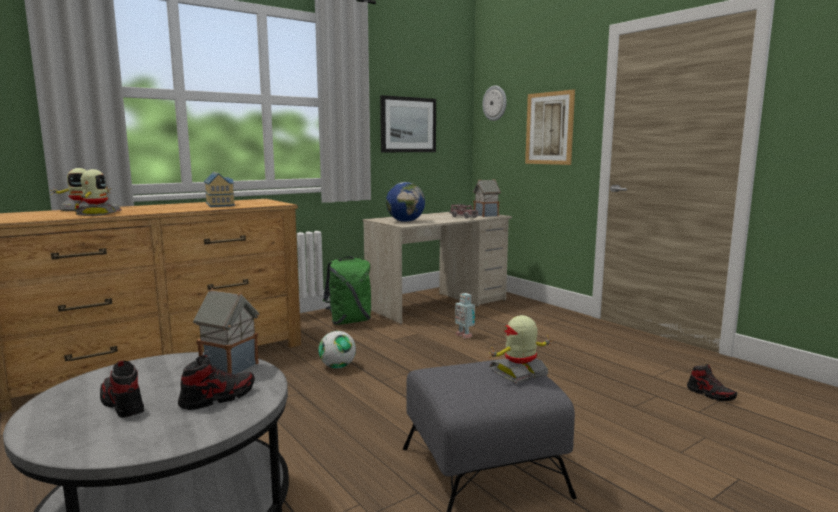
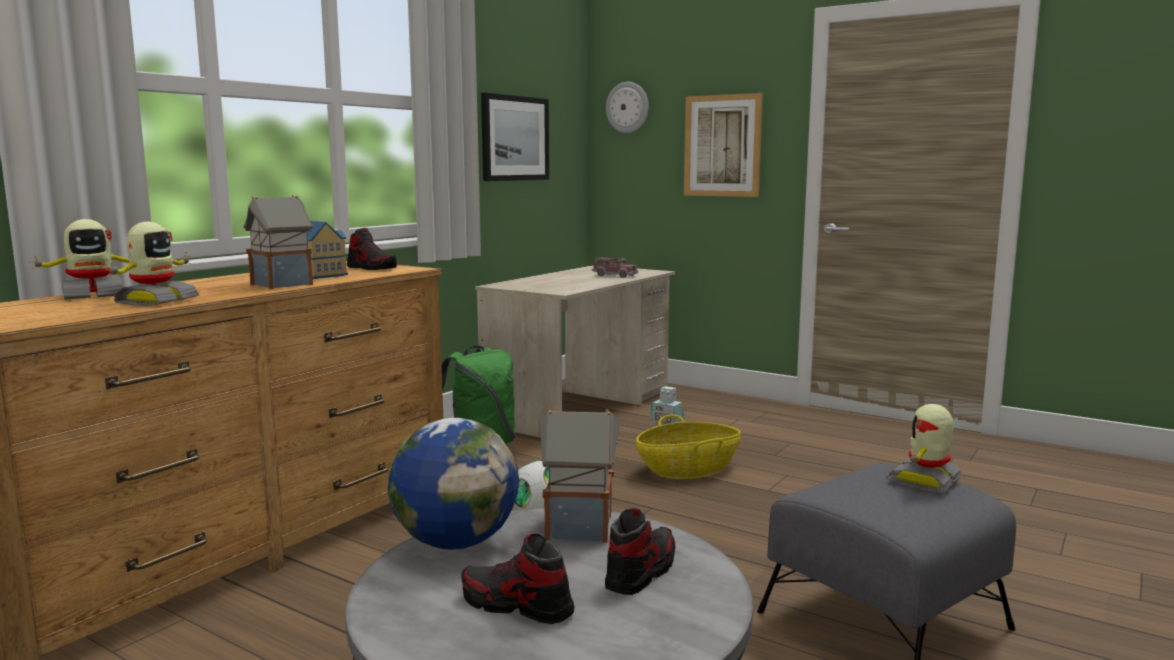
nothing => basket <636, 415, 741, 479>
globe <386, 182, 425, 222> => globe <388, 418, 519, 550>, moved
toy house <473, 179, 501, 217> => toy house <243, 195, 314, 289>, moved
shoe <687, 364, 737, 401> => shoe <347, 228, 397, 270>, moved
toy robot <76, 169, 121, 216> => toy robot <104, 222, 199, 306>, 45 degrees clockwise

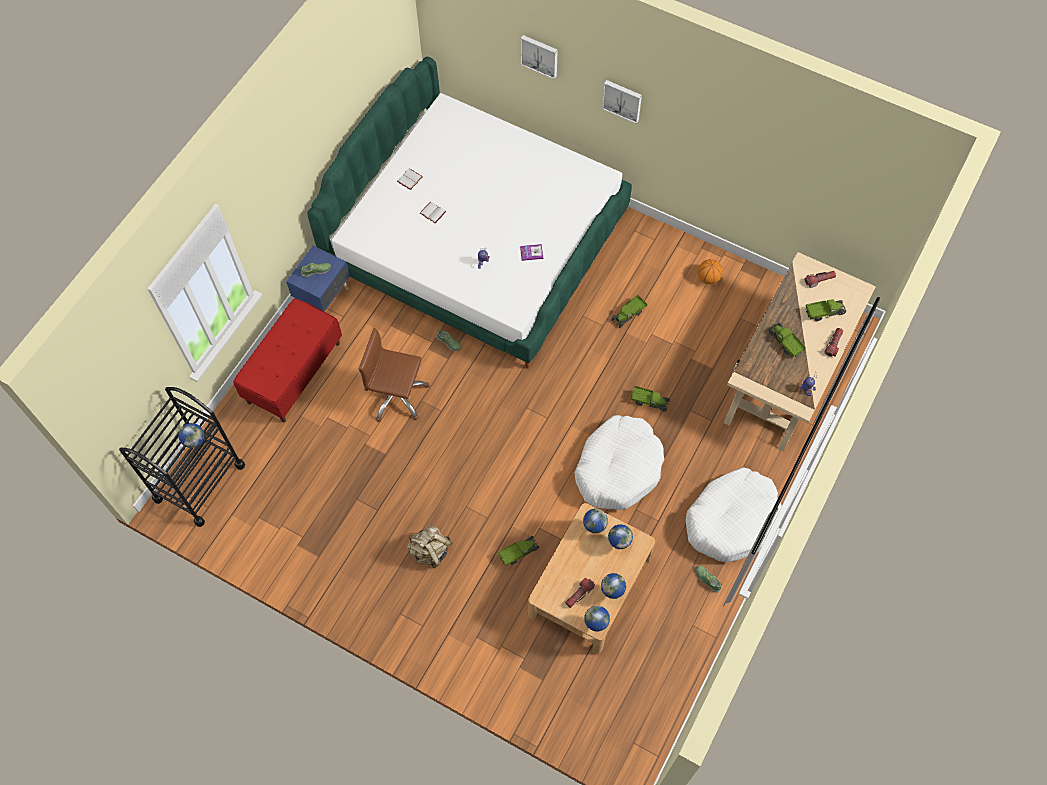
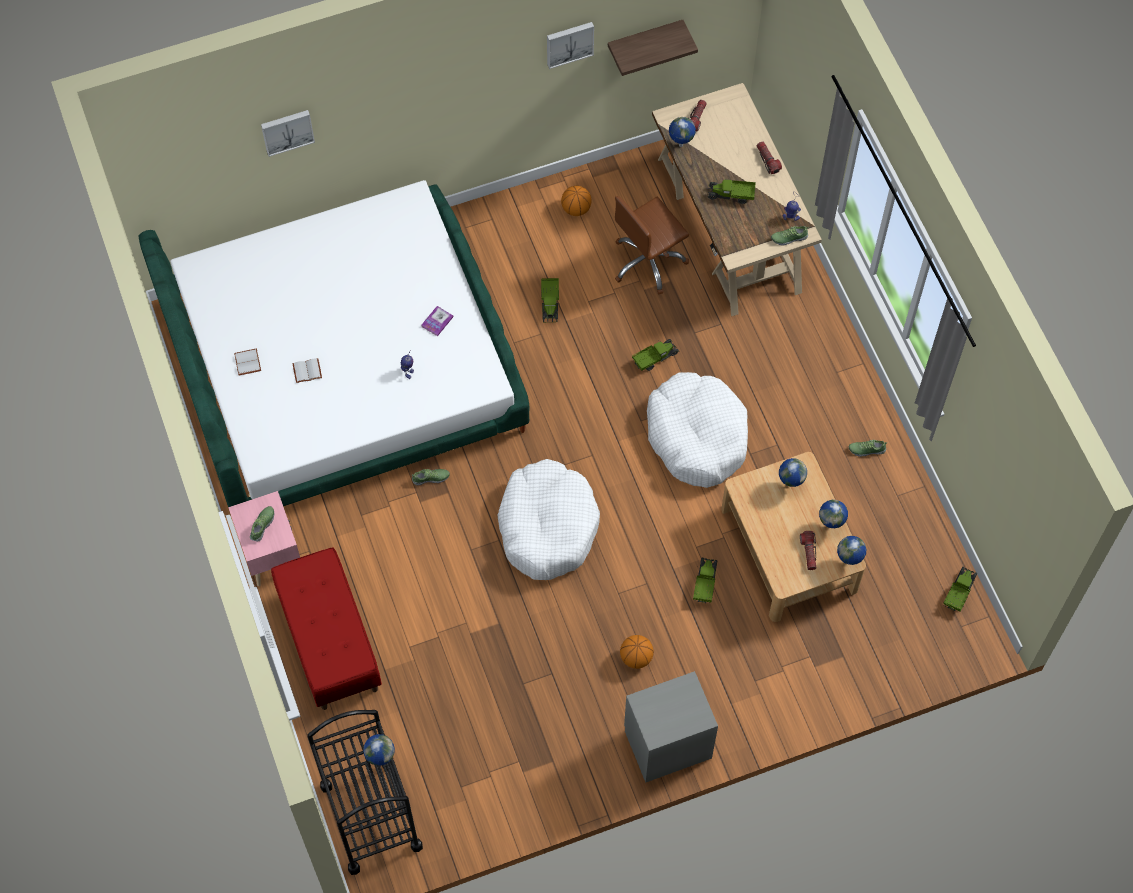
nothing => shelf <608, 20, 698, 76>
nothing => nightstand in grey <624, 671, 718, 783>
nothing => shoe <771, 226, 809, 246>
office chair in brown <359, 328, 430, 422> => office chair in brown <615, 196, 689, 295>, moved
globe <583, 509, 608, 533> => globe <669, 117, 696, 147>, moved
picture <602, 80, 642, 124> => picture <547, 22, 594, 69>, moved
dog bed in white <686, 467, 782, 562> => dog bed in white <497, 459, 600, 580>, moved
toy truck <805, 299, 847, 321> => toy truck <943, 567, 977, 612>, moved
backpack in beige <407, 525, 453, 568> => basketball <620, 635, 654, 669>
nightstand in blue <286, 246, 350, 312> => nightstand in pink <228, 491, 300, 586>

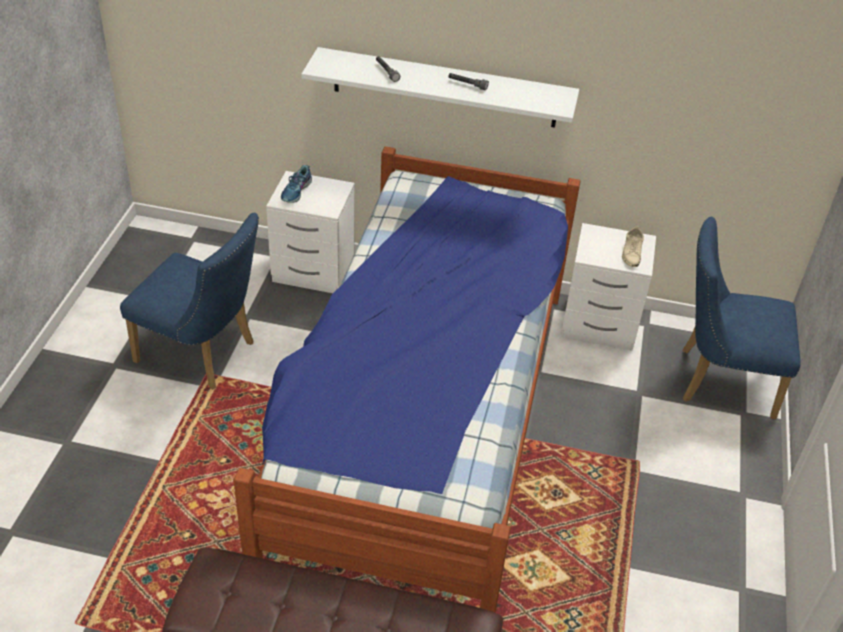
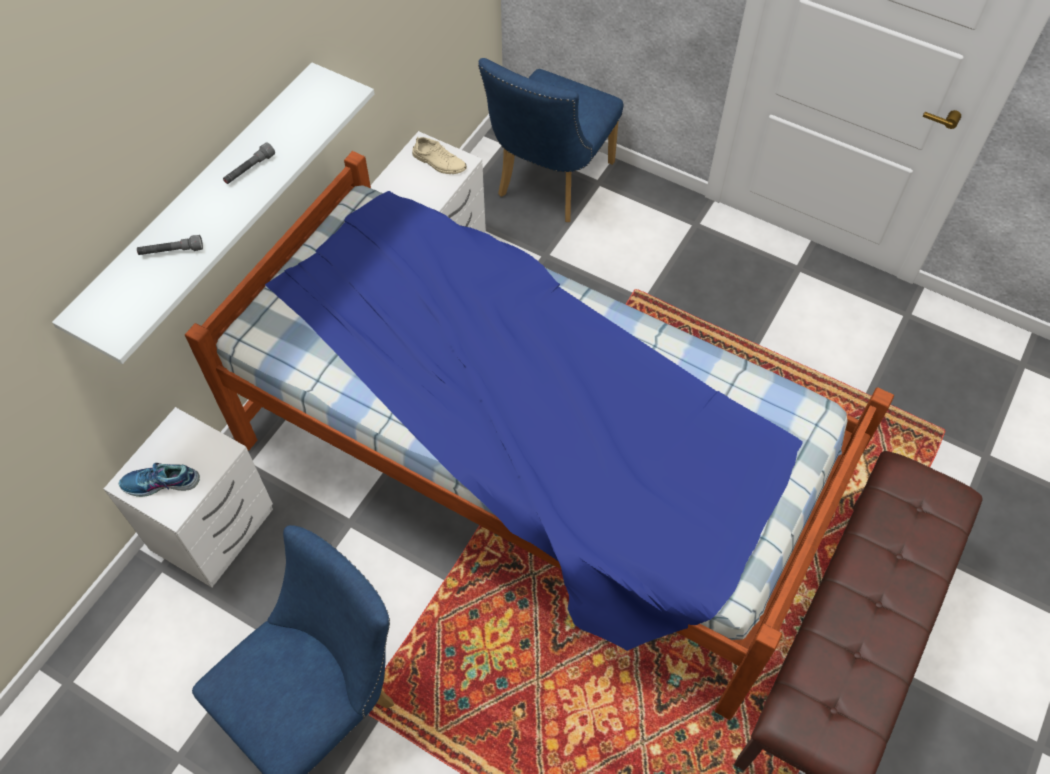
shoe <281, 165, 312, 203> => shoe <119, 463, 200, 497>, 135 degrees clockwise

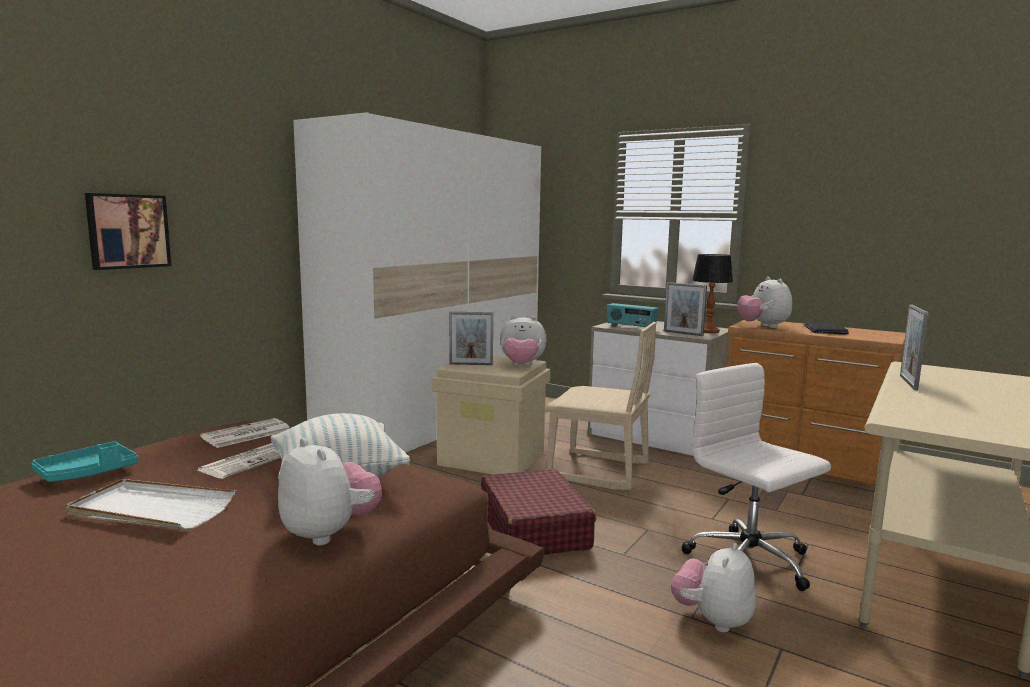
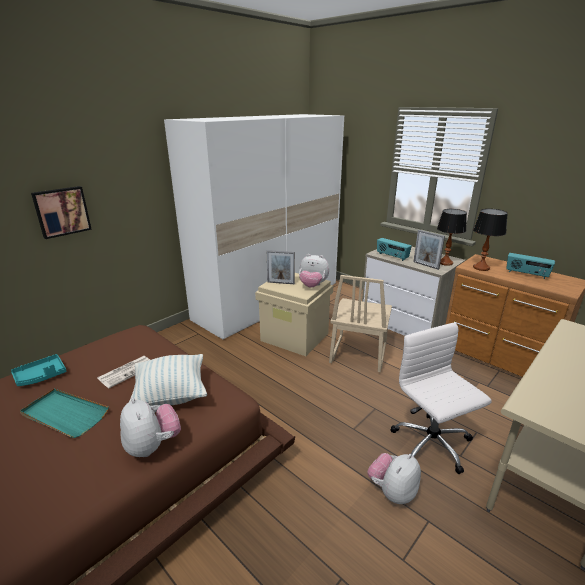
newspaper <200, 418, 290, 448> => nothing
suitcase in red <481, 469, 596, 555> => nothing
picture frame <900, 304, 929, 390> => nothing
plush toy <737, 277, 792, 328> => table lamp <473, 209, 508, 271>
laptop <804, 322, 849, 334> => radio <506, 253, 555, 279>
tray in white <66, 479, 236, 529> => tray in turquoise <20, 389, 109, 438>
chair in beige <544, 322, 656, 490> => chair in beige <329, 275, 392, 372>, 75 degrees clockwise

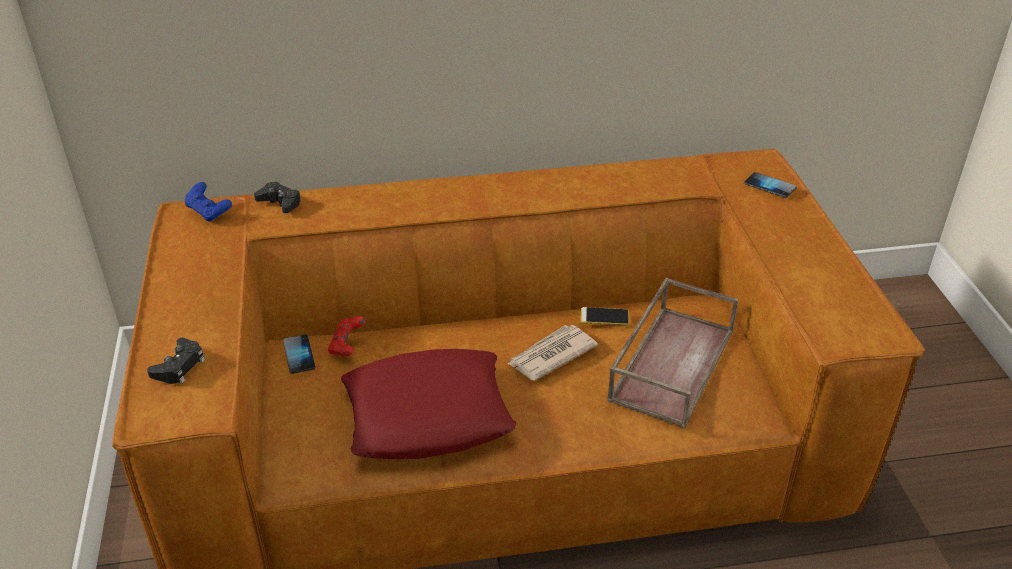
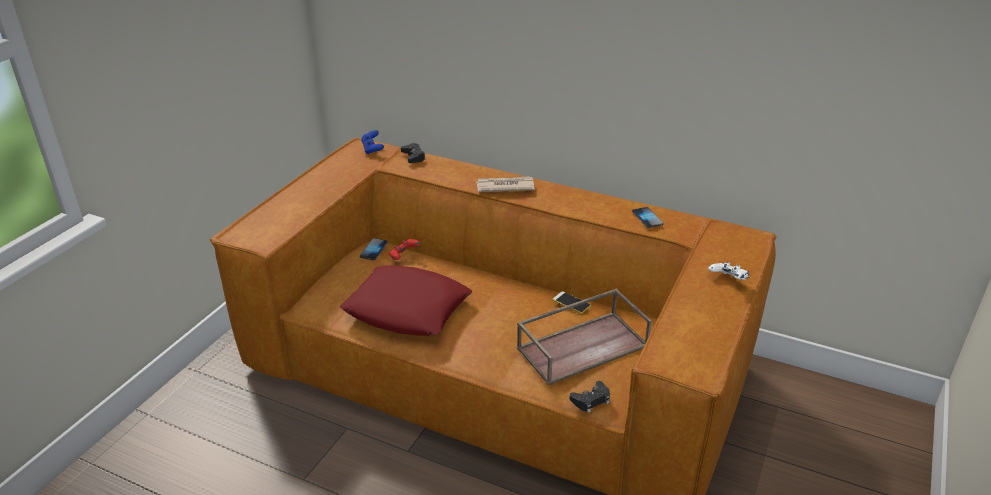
nothing => game controller in white <708, 262, 749, 280>
game controller in black <147, 338, 205, 384> => game controller in black <569, 381, 610, 413>, moved
newspaper <508, 325, 598, 381> => newspaper <476, 176, 535, 192>, moved
phone <744, 172, 797, 198> => phone <632, 207, 663, 228>, moved

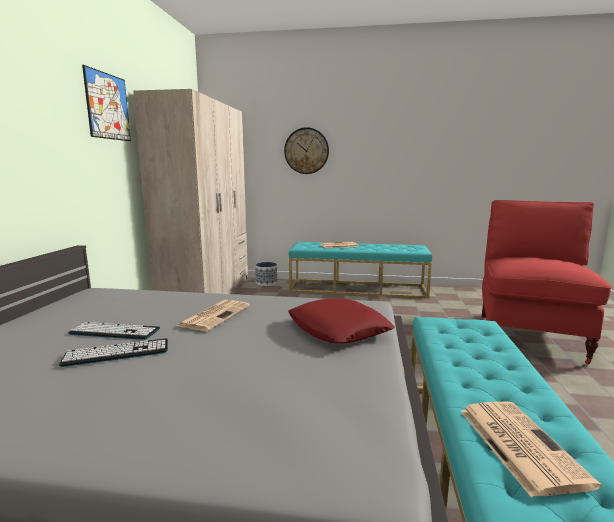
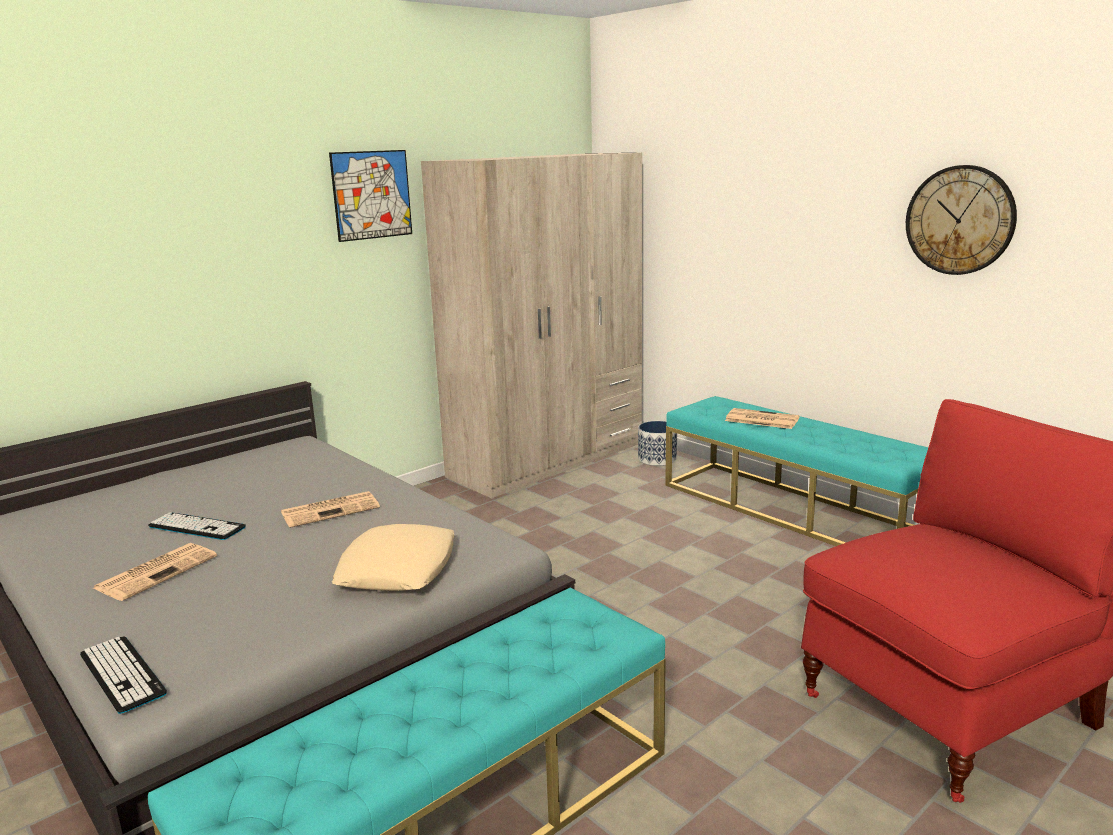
keyboard <68, 322, 160, 340> => keyboard <80, 636, 167, 714>, moved
wall clock <284, 127, 329, 174> => wall clock <906, 165, 1017, 275>, moved
newspaper <460, 401, 601, 497> => newspaper <94, 543, 217, 601>, moved
pillow in red <288, 298, 395, 343> => pillow in beige <332, 524, 455, 591>

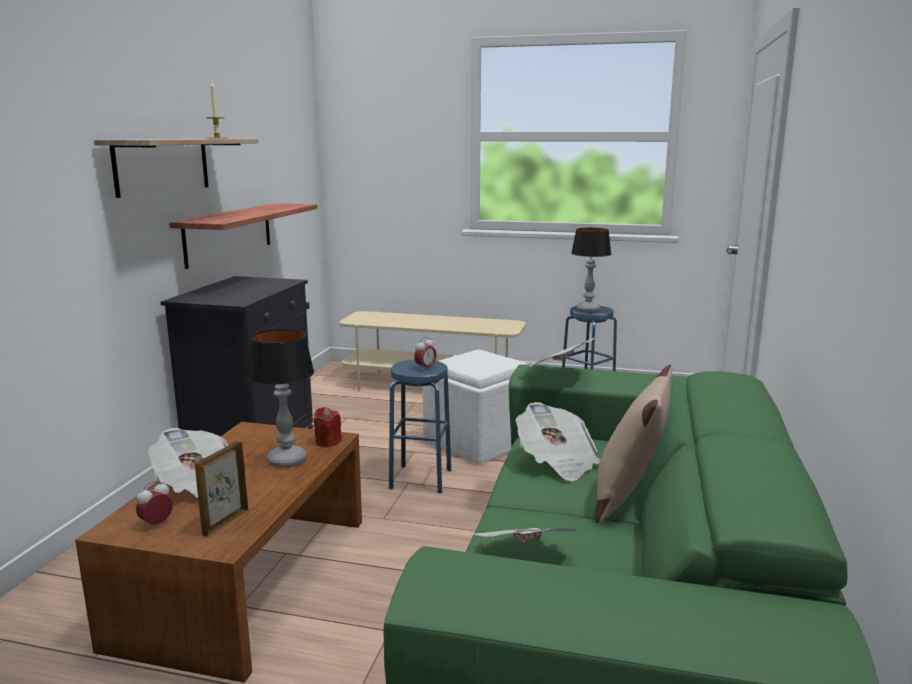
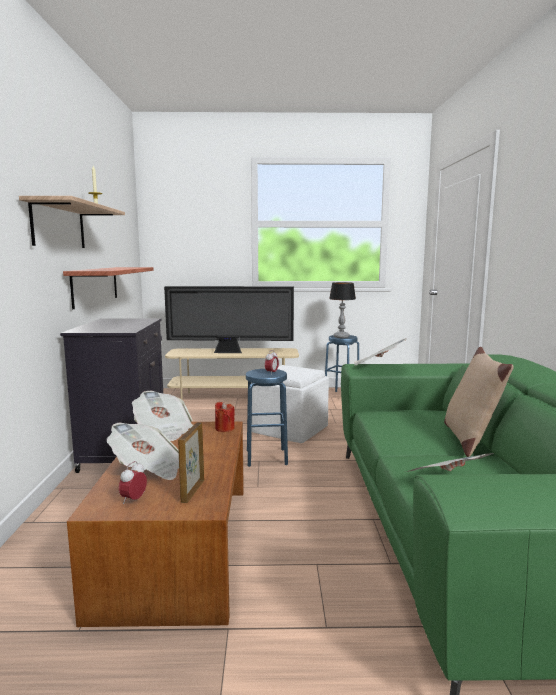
table lamp <247, 329, 314, 468> => nothing
nothing => television <164, 286, 294, 353>
newspaper <516, 402, 600, 482> => newspaper <132, 391, 193, 441>, moved

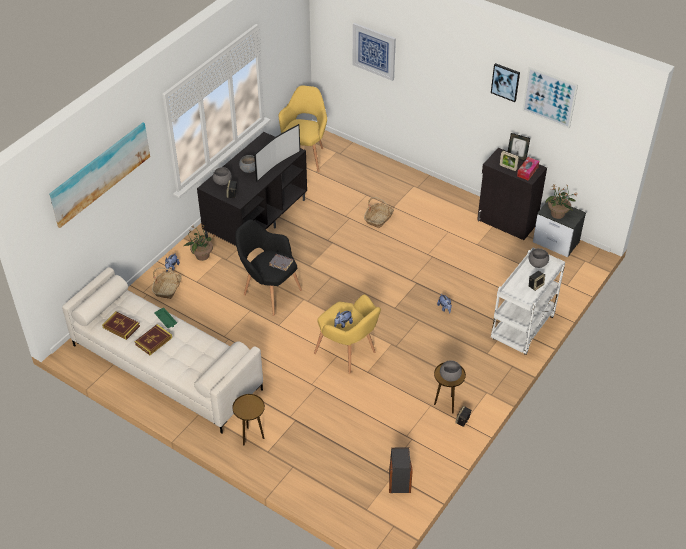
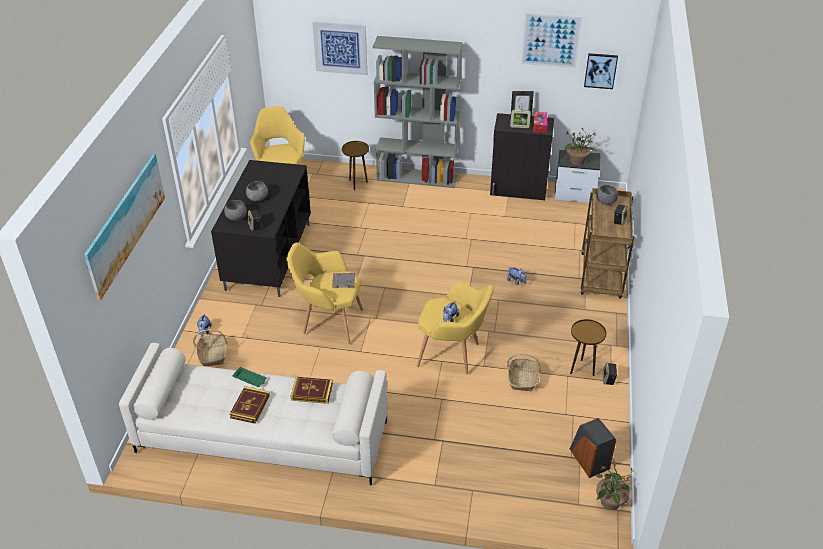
television <254, 124, 300, 182> => nothing
bowl in grey <440, 360, 462, 381> => nothing
nothing => bookcase in grey <373, 36, 463, 188>
book <102, 311, 140, 340> => book <291, 377, 333, 404>, moved
potted plant <184, 226, 215, 261> => potted plant <595, 460, 632, 510>, moved
side table in brown <232, 394, 265, 445> => side table in brown <342, 141, 369, 190>, moved
basket <364, 197, 394, 228> => basket <507, 353, 540, 391>, moved
picture <491, 63, 520, 102> => picture <584, 53, 618, 89>, moved
armchair in black <235, 220, 302, 316> => armchair in yellow <287, 243, 363, 344>
cart in white <491, 248, 565, 355> => cart in brown <581, 188, 635, 299>

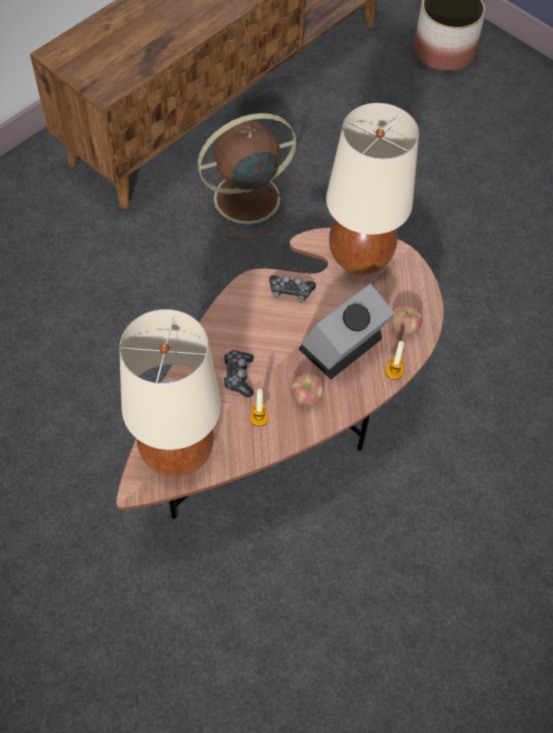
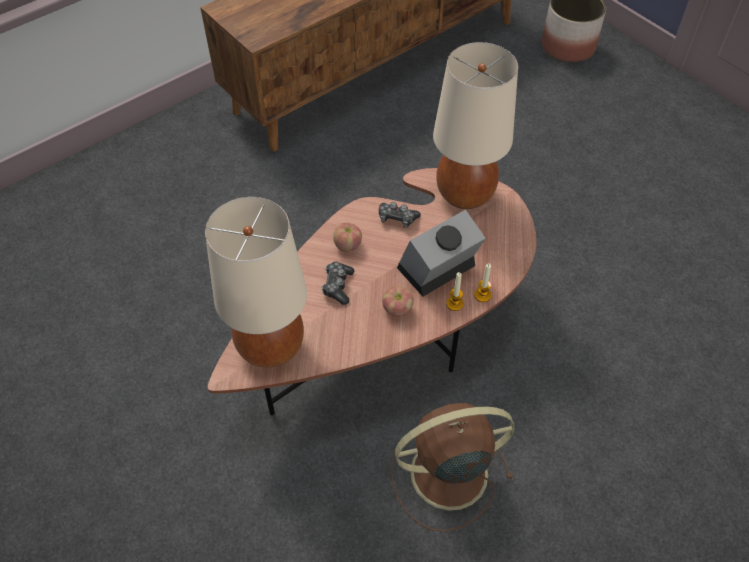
fan in brown <197, 113, 301, 239> => fan in brown <391, 403, 515, 532>, moved
candle <250, 389, 269, 426> => candle <446, 272, 464, 311>, moved
apple <391, 303, 423, 336> => apple <333, 222, 362, 252>, moved

